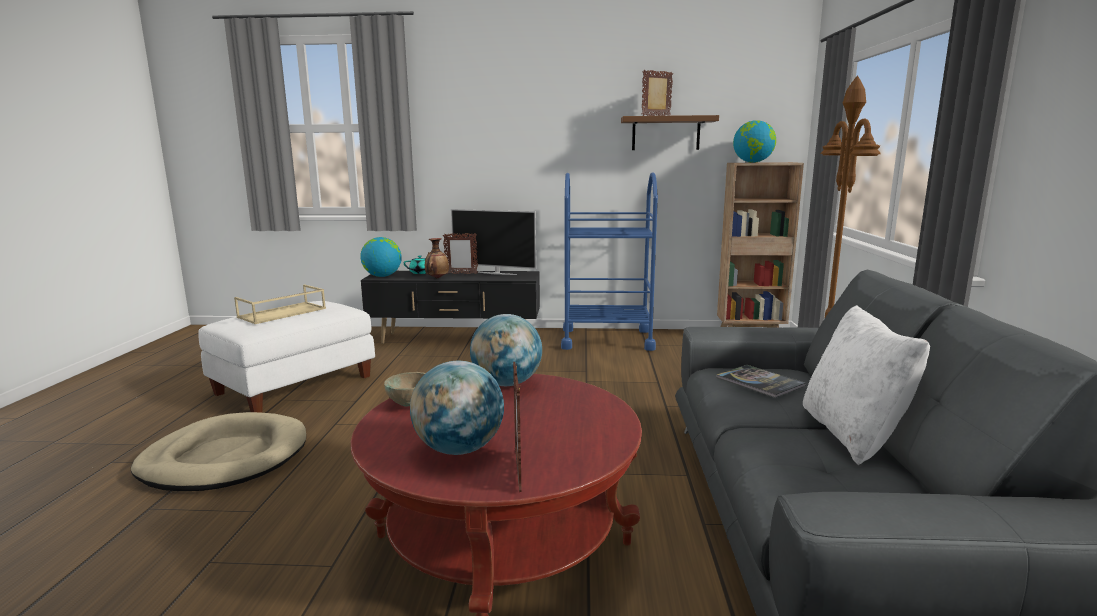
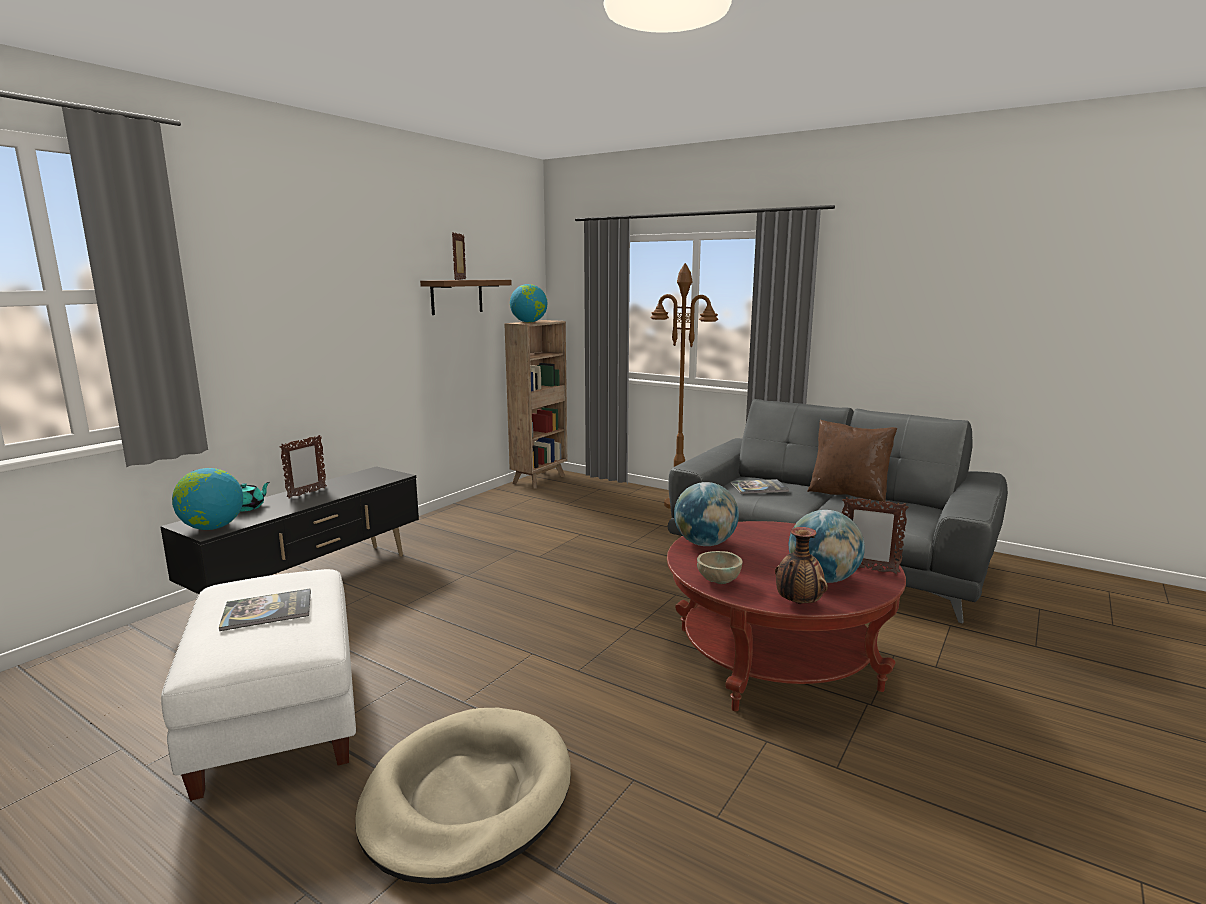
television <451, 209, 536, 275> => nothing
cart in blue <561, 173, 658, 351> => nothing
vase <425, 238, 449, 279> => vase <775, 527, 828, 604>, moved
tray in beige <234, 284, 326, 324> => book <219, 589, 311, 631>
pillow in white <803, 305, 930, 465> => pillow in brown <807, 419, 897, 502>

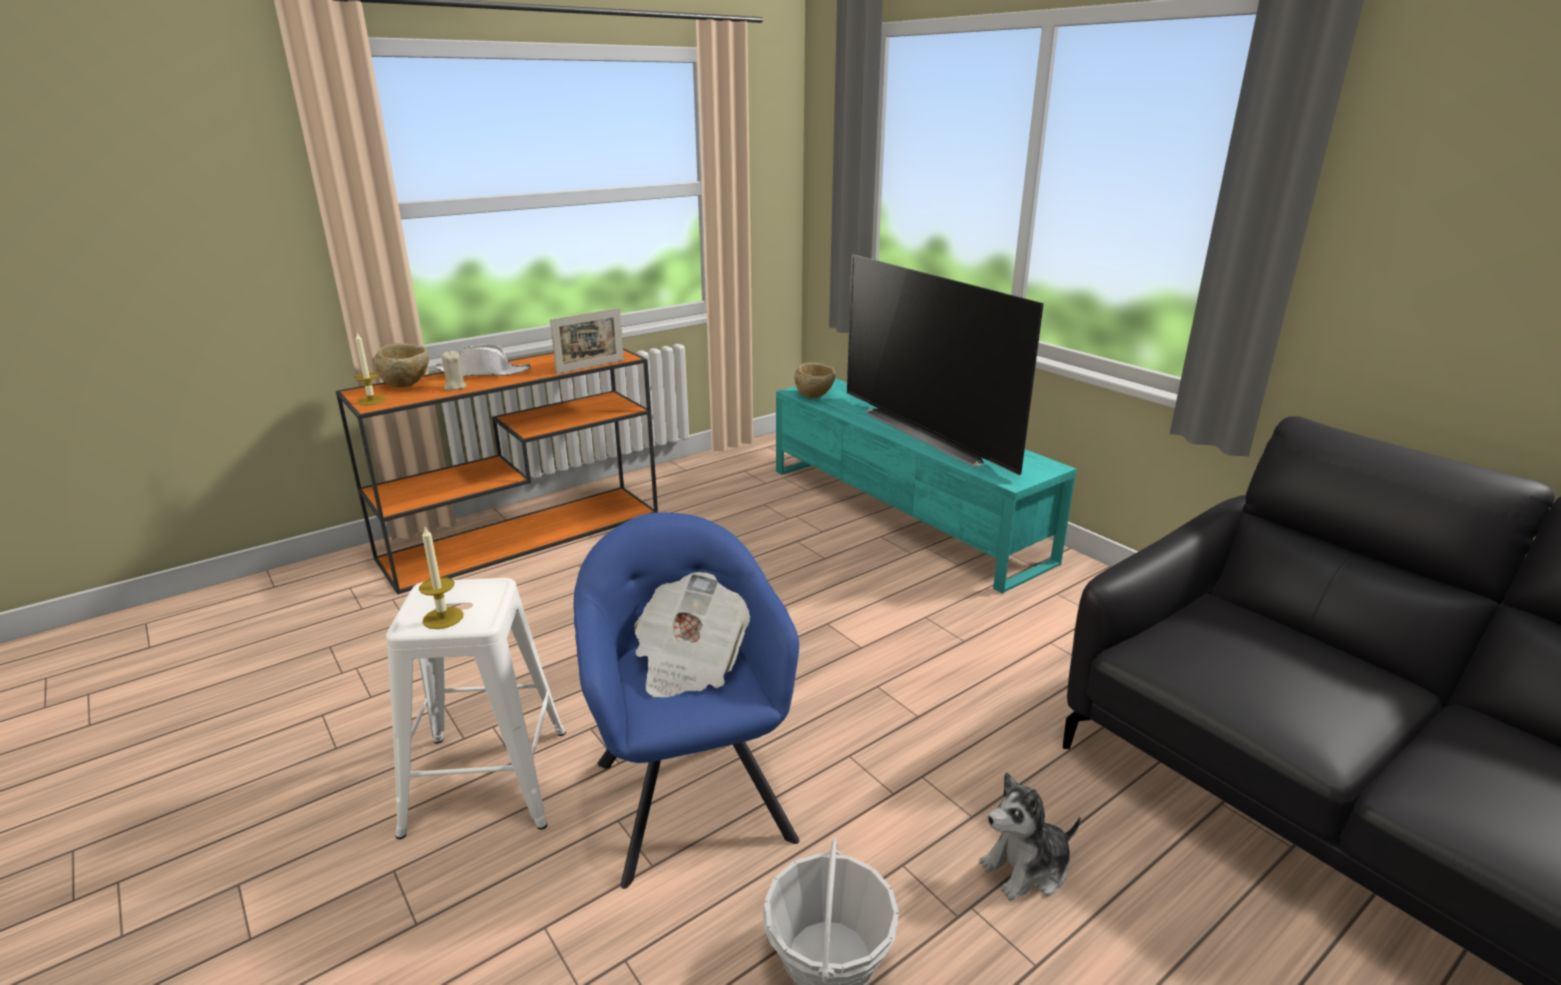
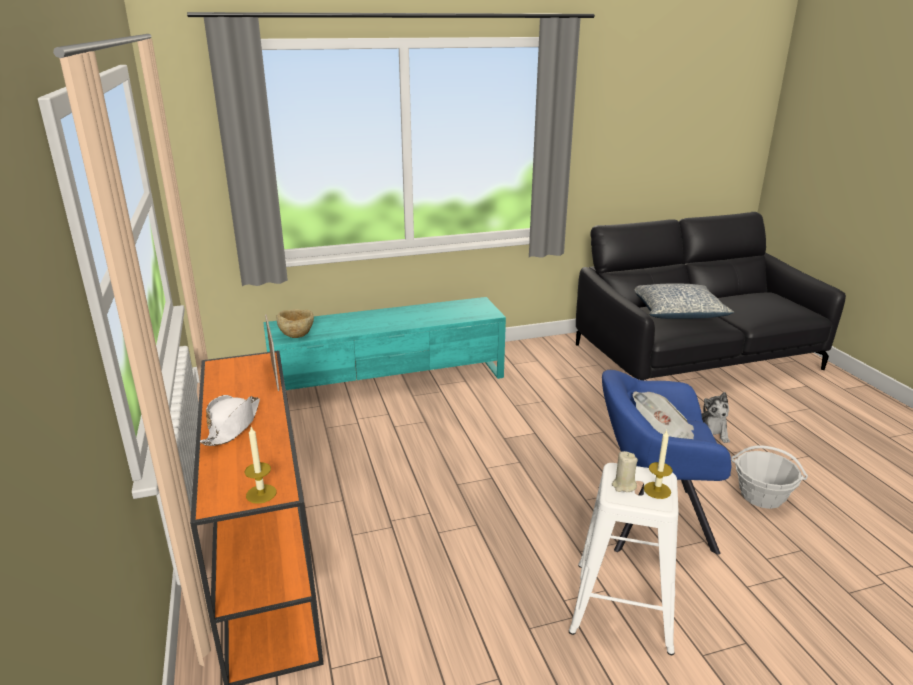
bowl in beige <374, 343, 429, 387> => nothing
television <847, 254, 1044, 476> => nothing
nothing => pillow <634, 283, 734, 319>
candle in beige <441, 351, 466, 390> => candle in beige <612, 451, 638, 492>, moved

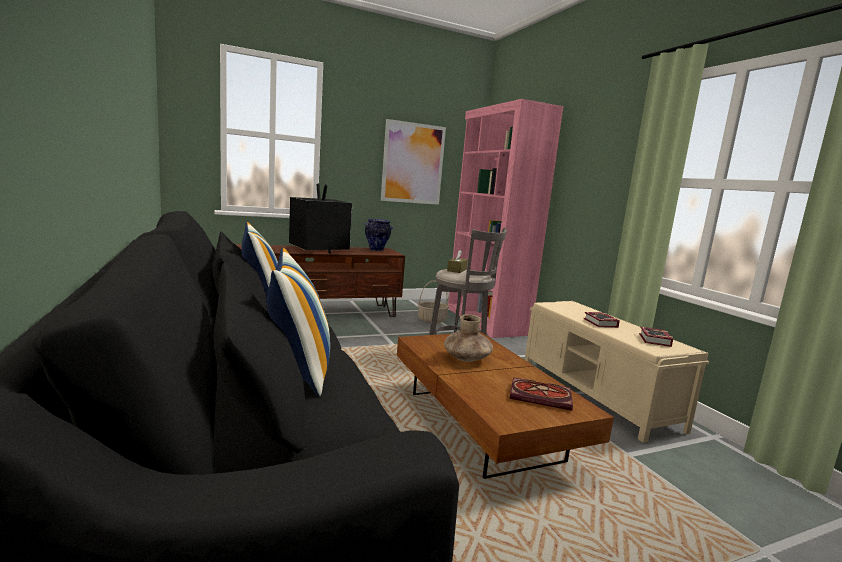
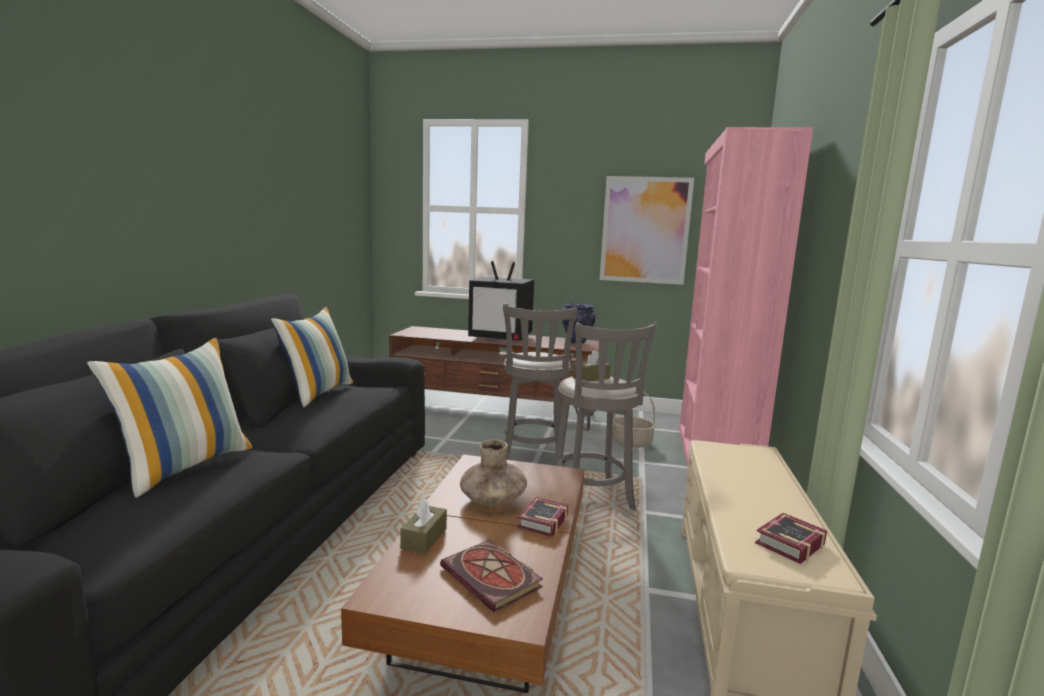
nothing => tissue box in brown <400, 498, 447, 554>
nothing => stool in grey <503, 304, 577, 467>
book <583, 312, 620, 328> => book <517, 497, 568, 537>, moved
television <289, 183, 352, 253> => television <468, 261, 534, 341>, 105 degrees clockwise

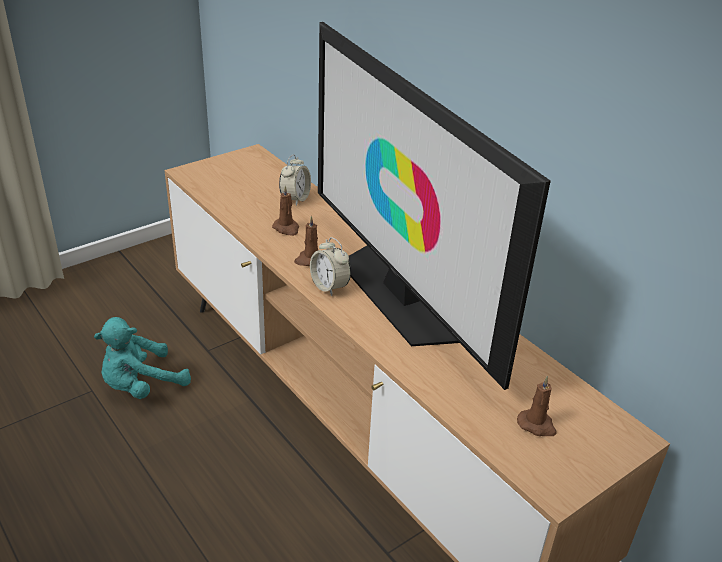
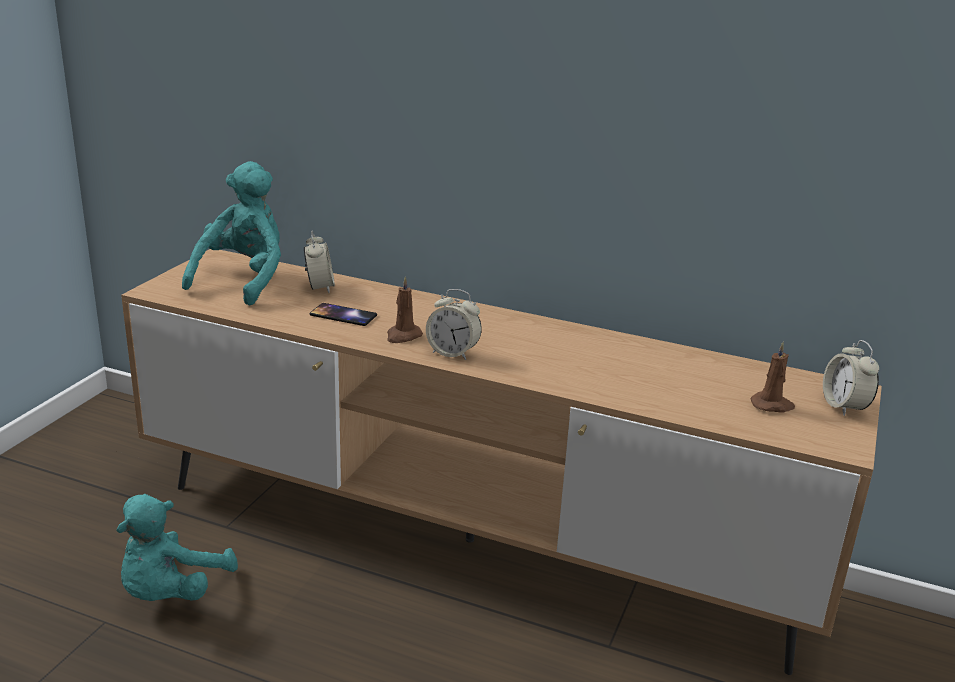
television <318, 22, 551, 390> => nothing
nothing => plush toy in turquoise <182, 161, 281, 306>
nothing => alarm clock <823, 340, 879, 416>
candle in brown <272, 185, 299, 236> => phone <309, 303, 377, 326>

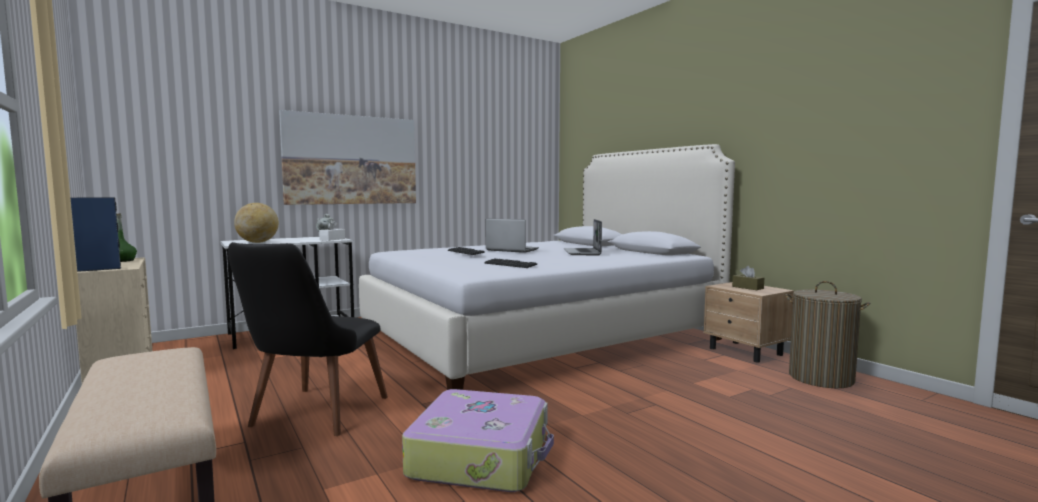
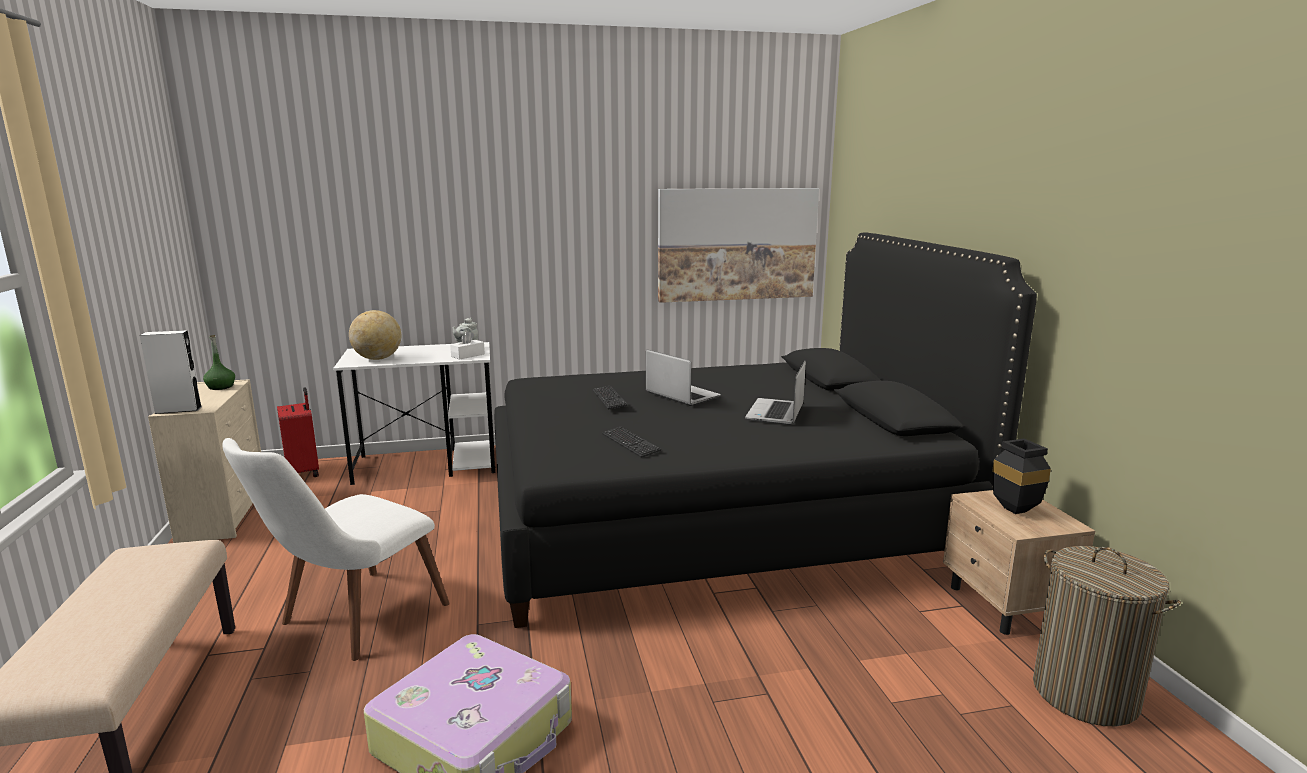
nothing => suitcase in red <277, 387, 319, 477>
picture <279, 110, 416, 205> => picture <658, 188, 819, 303>, moved
tissue box in brown <732, 266, 764, 290> => vase in black <992, 439, 1051, 514>
speaker in blue <71, 197, 121, 272> => speaker in white <140, 330, 202, 414>
chair in black <228, 242, 388, 436> => chair in white <222, 438, 450, 661>
bed in white <359, 144, 735, 390> => bed in black <494, 232, 1037, 628>

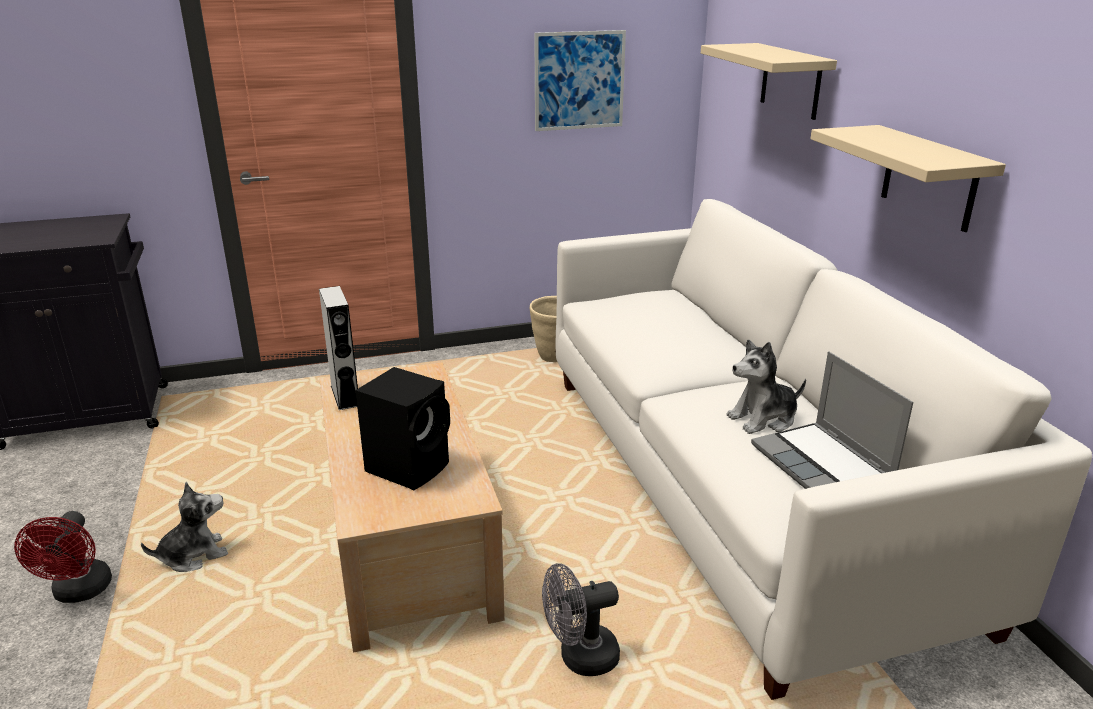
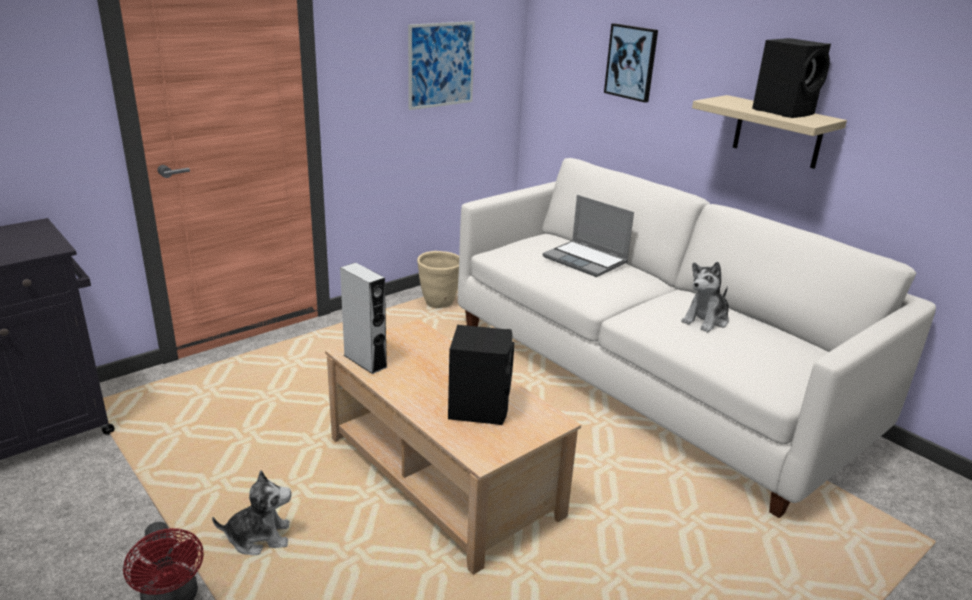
fan in grey <542, 563, 620, 676> => nothing
nothing => speaker in black <752, 38, 831, 118>
laptop <751, 352, 913, 489> => laptop <543, 195, 634, 277>, moved
shelf in beige <701, 43, 837, 120> => picture <604, 23, 658, 103>
plush toy <141, 482, 228, 572> => plush toy <212, 471, 291, 555>, 45 degrees clockwise

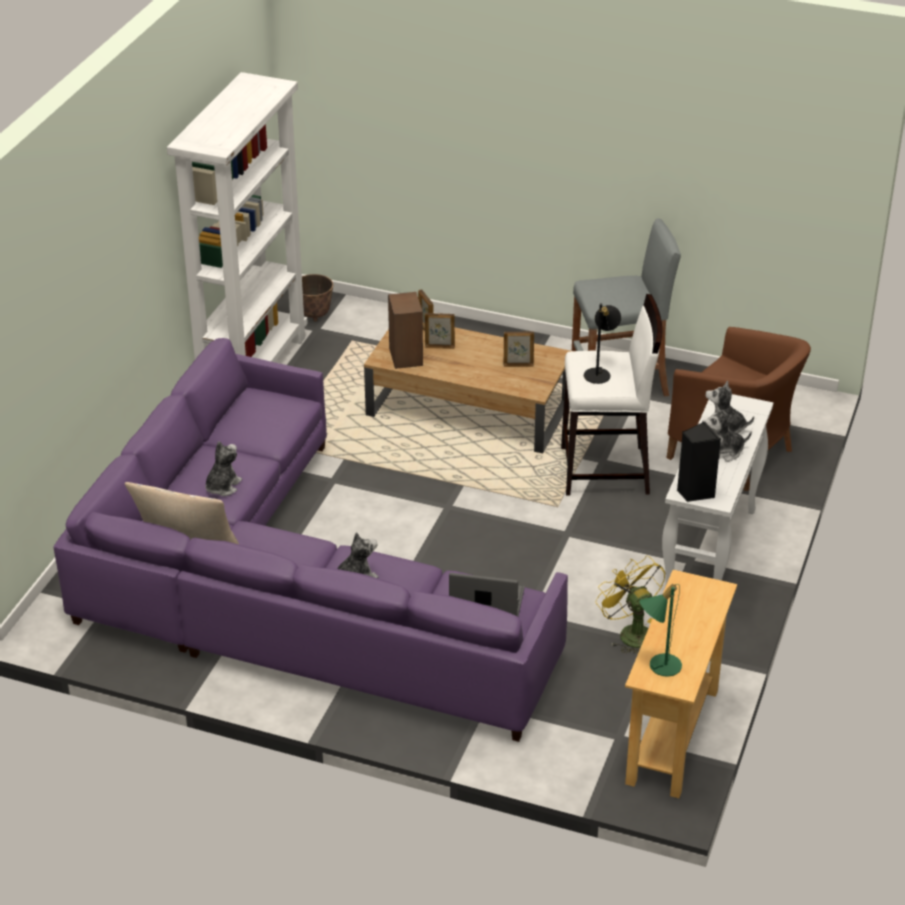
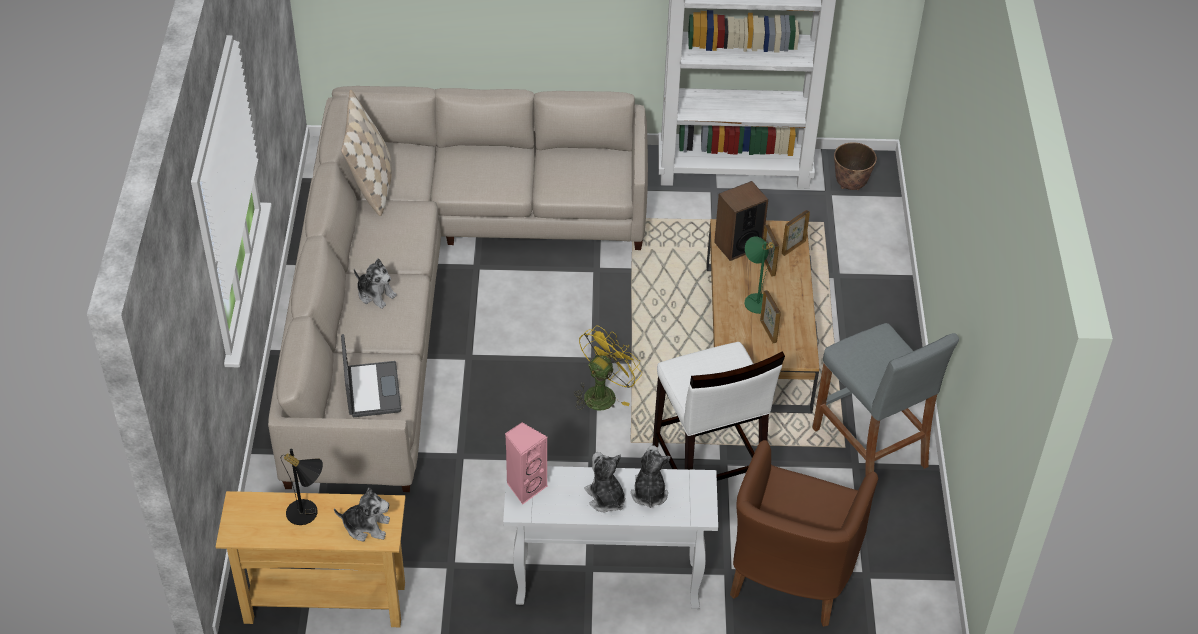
plush toy <205, 441, 242, 496> => plush toy <334, 488, 390, 542>, moved
table lamp in black <584, 303, 621, 384> => table lamp in black <281, 449, 323, 525>, moved
fan in yellow <596, 556, 665, 653> => fan in yellow <574, 326, 642, 410>, moved
table lamp in green <640, 584, 682, 677> => table lamp in green <745, 237, 774, 314>, moved
sofa in purple <54, 338, 568, 742> => sofa in beige <268, 86, 648, 492>
speaker in black <677, 422, 721, 502> => speaker in pink <505, 422, 547, 504>

